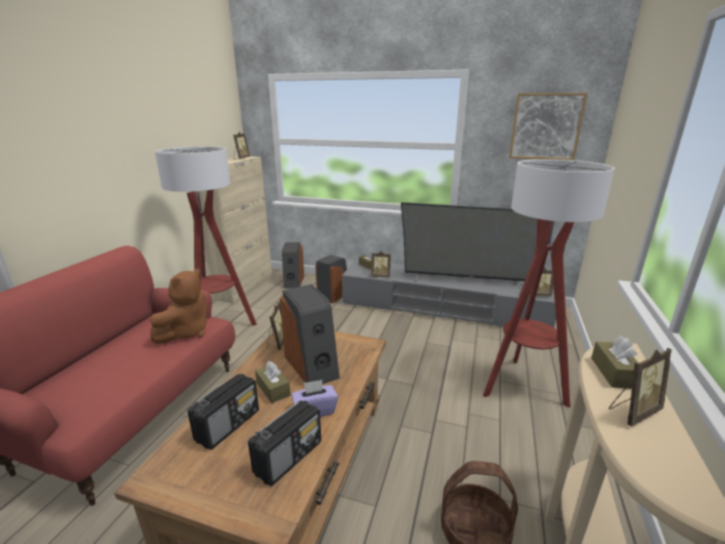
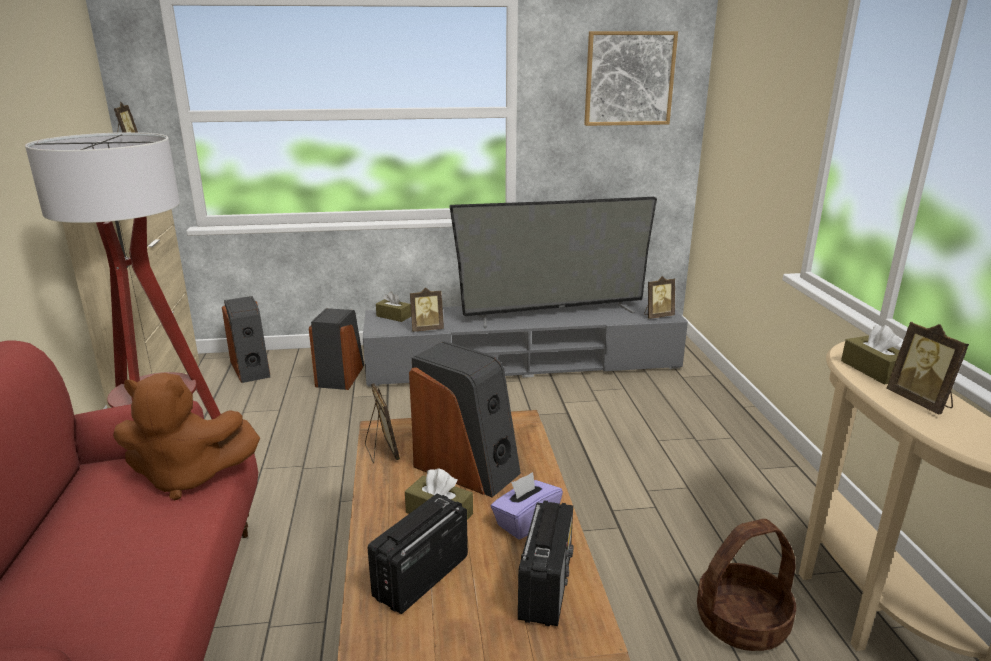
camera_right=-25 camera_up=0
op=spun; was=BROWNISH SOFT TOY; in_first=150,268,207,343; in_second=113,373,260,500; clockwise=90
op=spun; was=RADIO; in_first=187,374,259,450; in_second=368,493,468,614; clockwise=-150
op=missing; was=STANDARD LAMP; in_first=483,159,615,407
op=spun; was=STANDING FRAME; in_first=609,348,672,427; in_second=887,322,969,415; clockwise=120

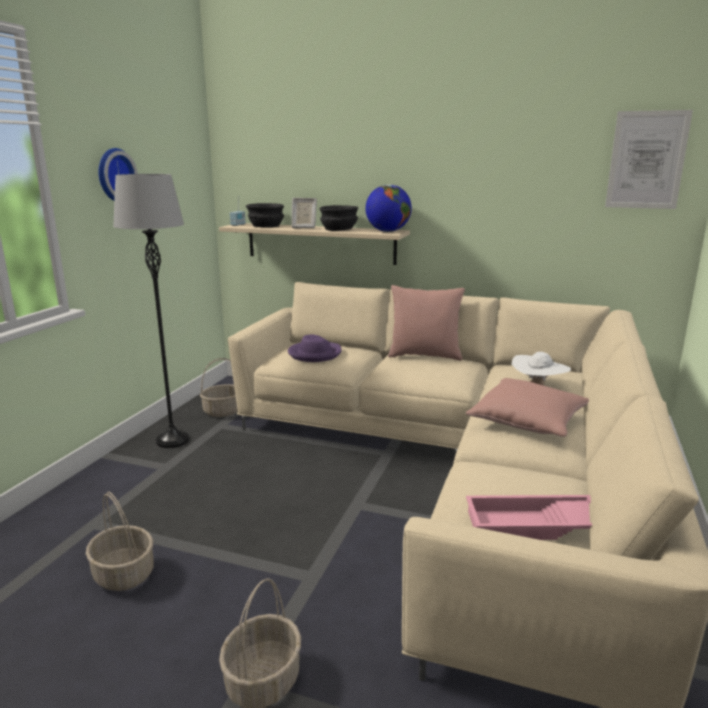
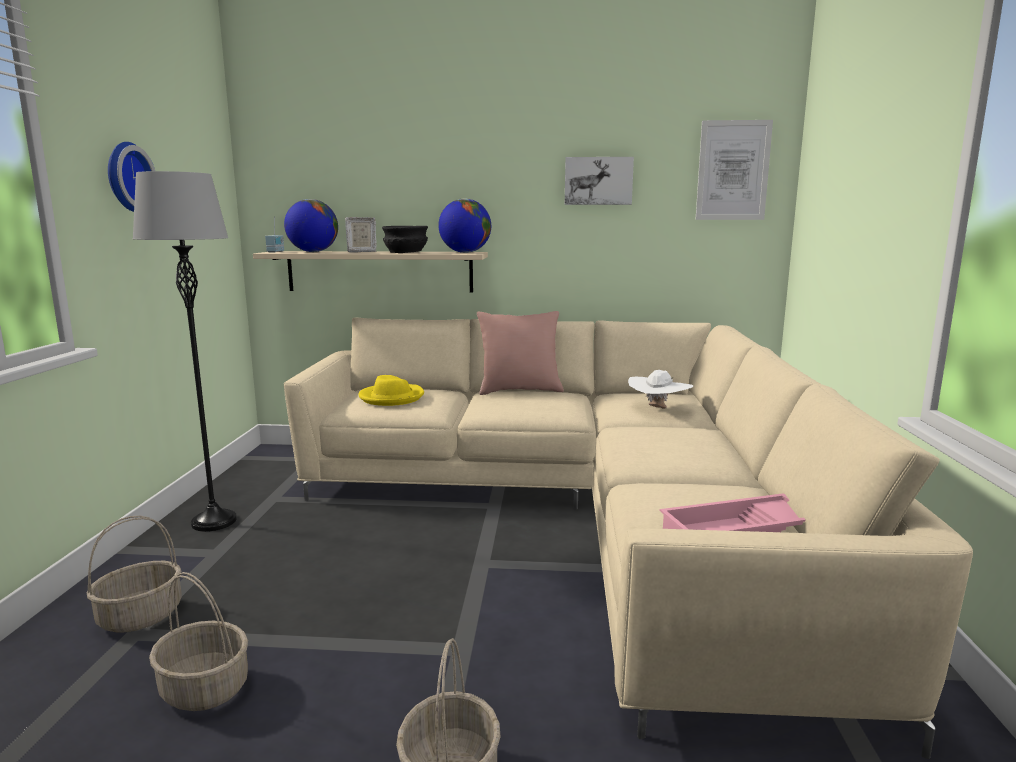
camera_right=-15 camera_up=-5
op=relocated; was=HOUSEHOLD BASKET; in_first=200,358,238,417; in_second=87,516,181,633
op=exchanged; was=BLACKISH BOWL; now=GLOBE; in_first=246,203,284,228; in_second=284,199,338,252
op=colour; was=PURPLE CLOTHING HAT; now=YELLOW-COLOURED CLOTHING HAT; in_first=288,334,342,362; in_second=358,375,424,406
op=missing; was=PINKISH PILLOW; in_first=466,378,589,437
op=appeared; now=WALL PICTURE; in_second=565,157,634,205

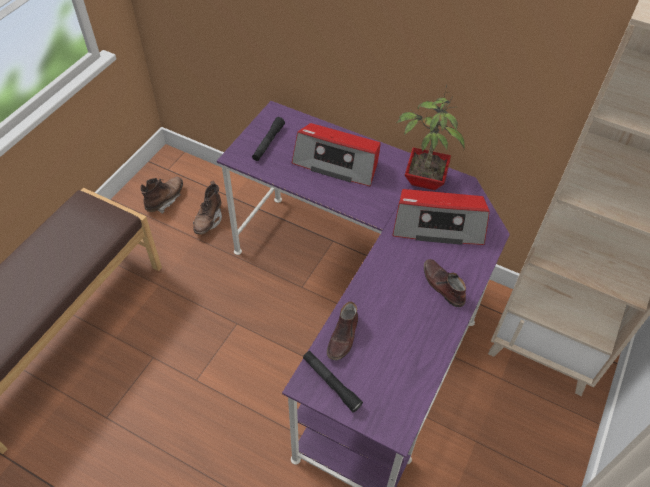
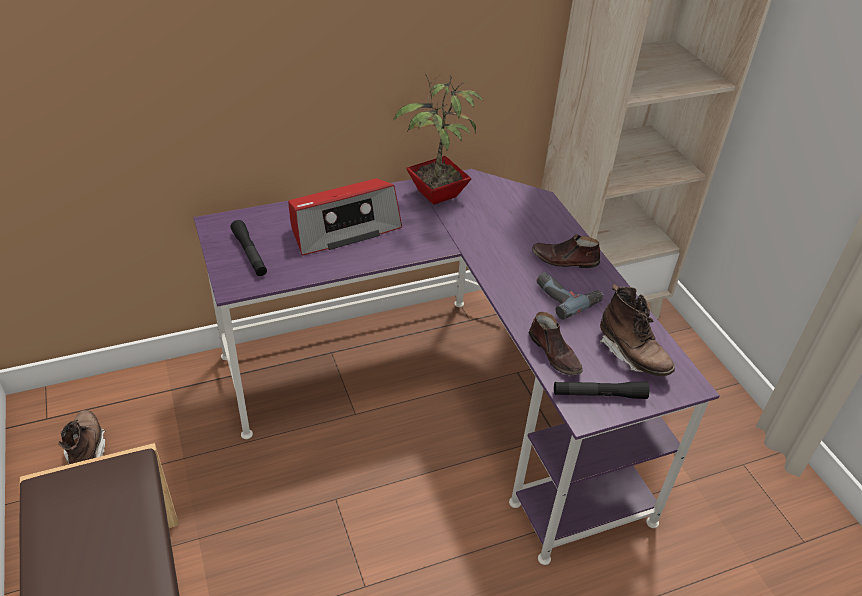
camera_right=-50 camera_up=-10
op=relocated; was=BROWNISH TALL BOOT; in_first=193,181,222,235; in_second=598,284,675,376
op=missing; was=RADIO; in_first=392,189,490,245
op=appeared; now=DRILL; in_second=537,272,603,320

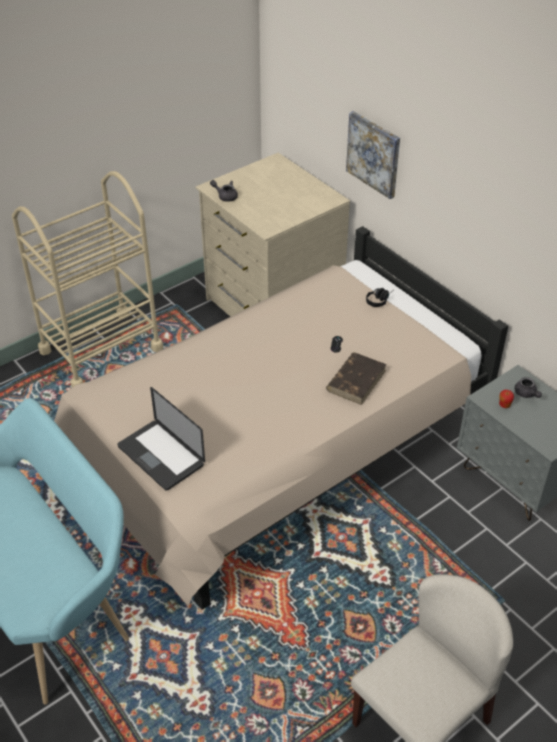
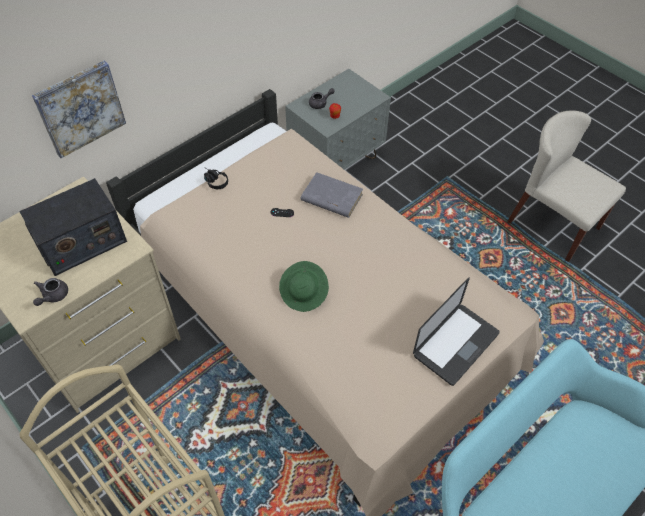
camera_right=-95 camera_up=10
op=colour; was=BROWNISH VOLUME; now=GRAY VOLUME; in_first=326,352,387,405; in_second=301,172,363,218
op=appeared; now=RADIO; in_second=19,178,127,276
op=appeared; now=GREEN CLOTHING HAT; in_second=279,261,329,312

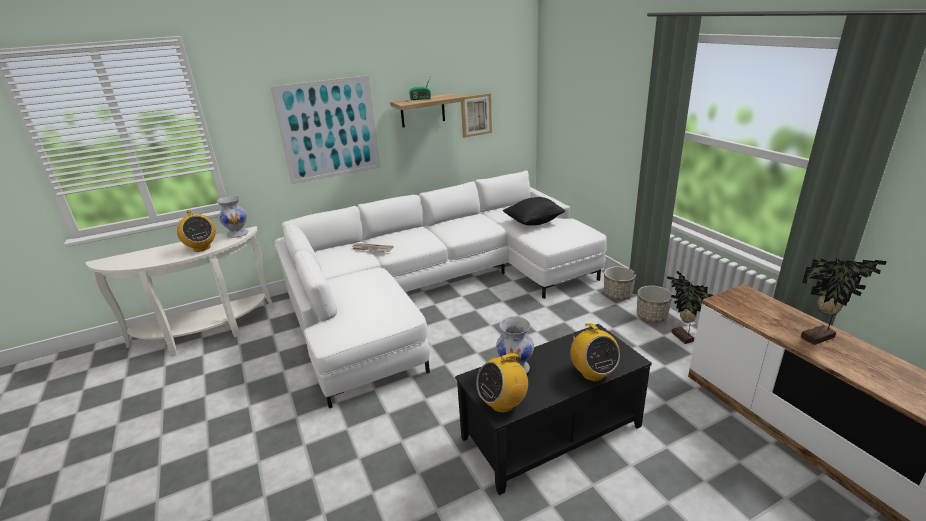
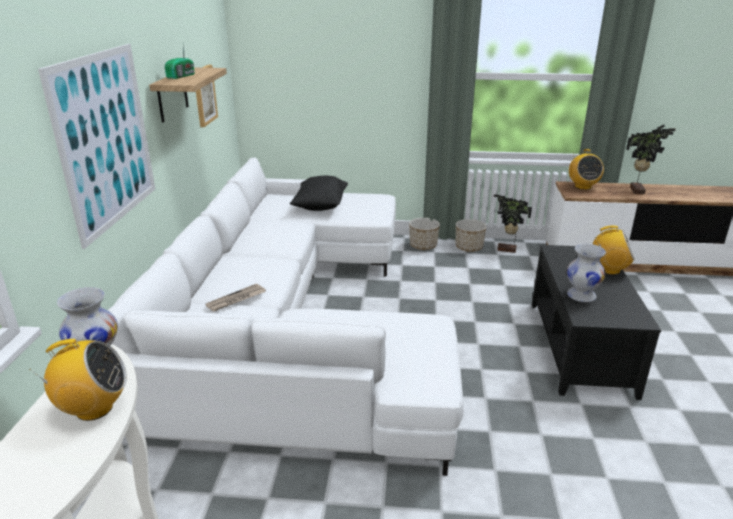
camera_right=-60 camera_up=0
op=relocated; was=RADIO; in_first=476,349,528,413; in_second=569,149,604,190

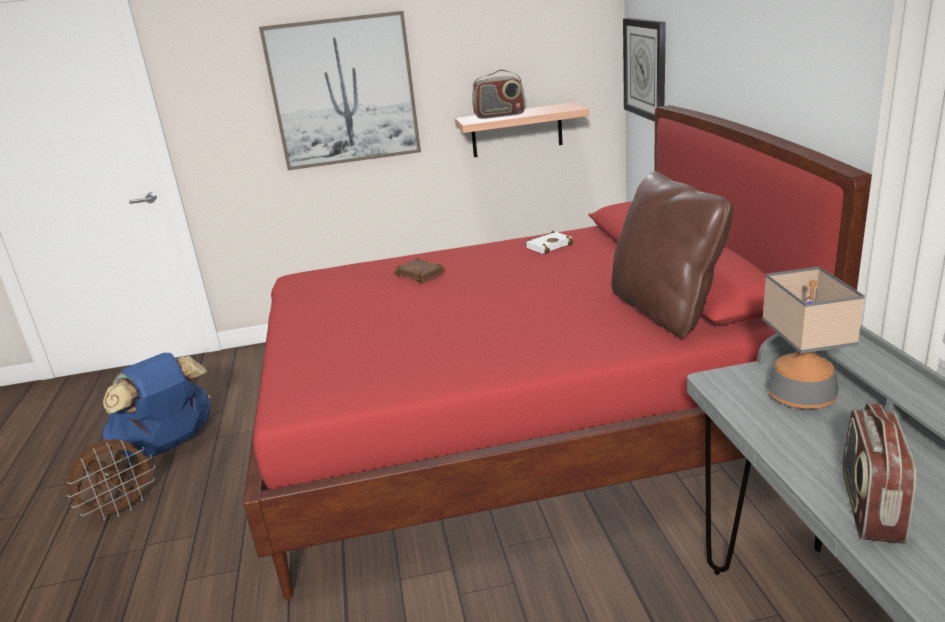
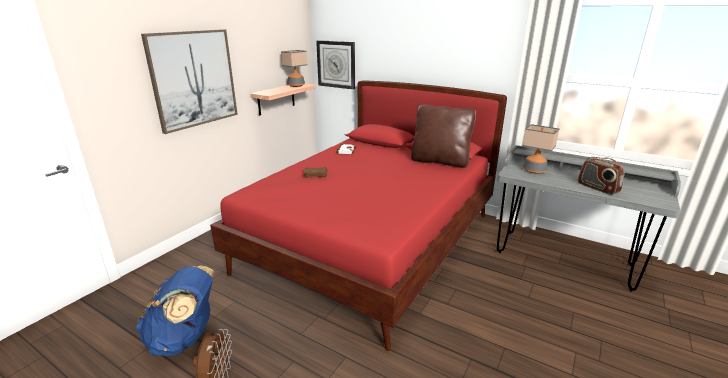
camera_right=-50 camera_up=0
op=missing; was=RADIO; in_first=473,70,525,119
op=appeared; now=TABLETOP LAMP; in_second=281,50,308,87

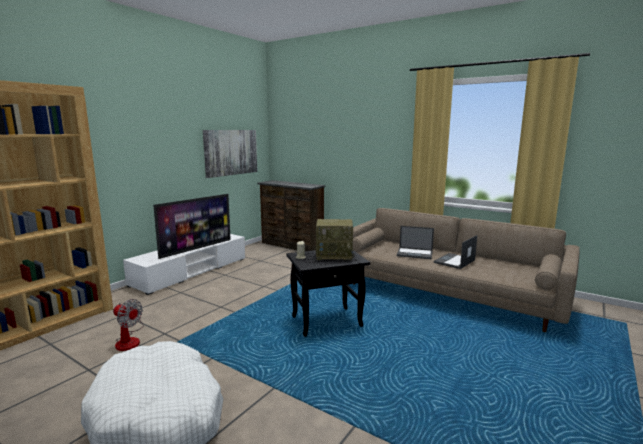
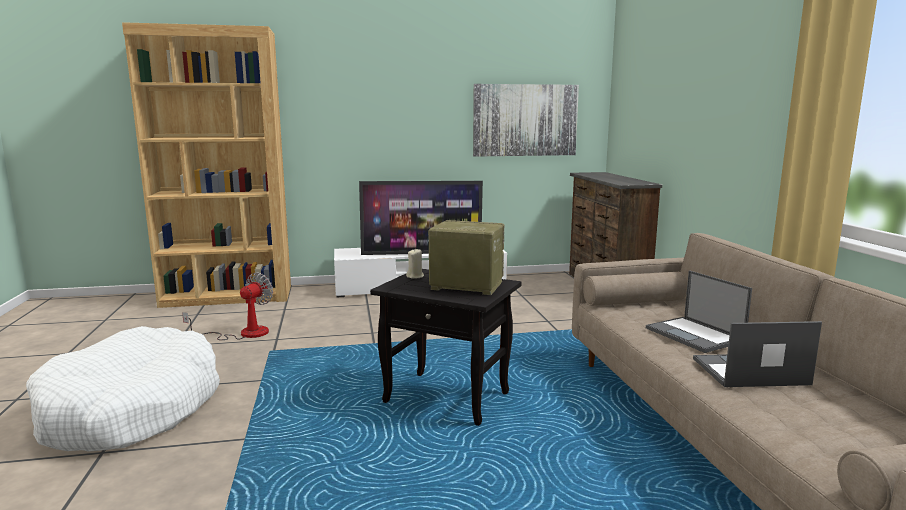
camera_right=45 camera_up=0
op=spun; was=FAN; in_first=113,299,144,351; in_second=182,272,273,340; clockwise=-135
op=spun; was=RADIO; in_first=316,219,355,261; in_second=428,220,504,295; clockwise=150

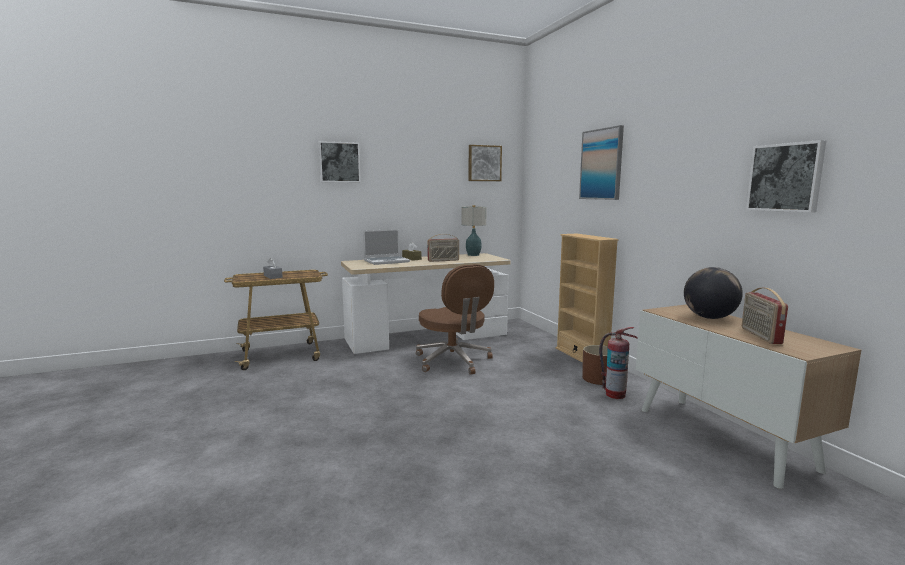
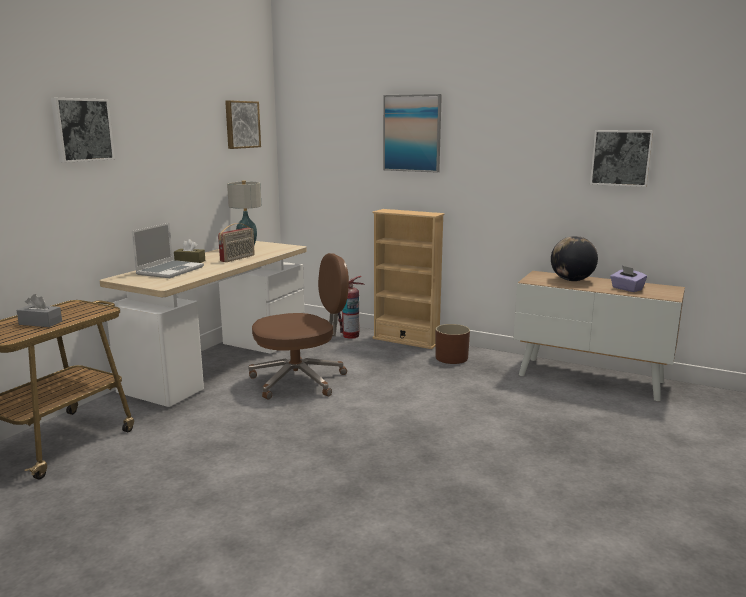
camera_right=-40 camera_up=5
op=spun; was=BROWNISH COMPUTER CHAIR; in_first=416,264,494,374; in_second=248,253,349,399; clockwise=-45
op=relocated; was=EXTINGUISHER; in_first=599,327,638,399; in_second=338,276,365,339
op=exchanged; was=RADIO; now=PURPLE TISSUE HOLDER; in_first=742,288,788,344; in_second=610,266,647,292

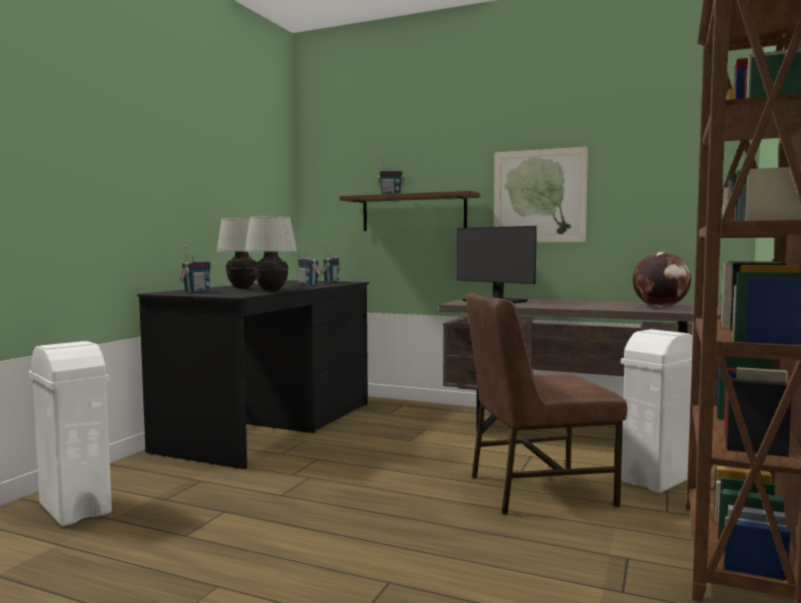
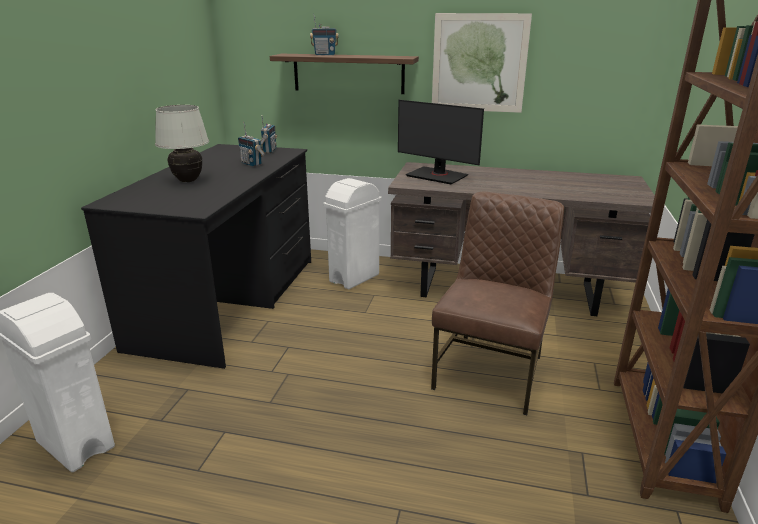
camera_right=-10 camera_up=20
op=missing; was=RADIO; in_first=179,245,210,293
op=missing; was=WHITE TABLETOP LAMP; in_first=244,216,297,291
op=spun; was=BROWNISH UPRIGHT CHAIR; in_first=466,293,627,514; in_second=431,192,564,415; clockwise=135
op=relocated; was=WHITE TRASH CAN; in_first=621,329,693,493; in_second=323,178,382,289
op=missing; was=GLOBE; in_first=632,252,691,307

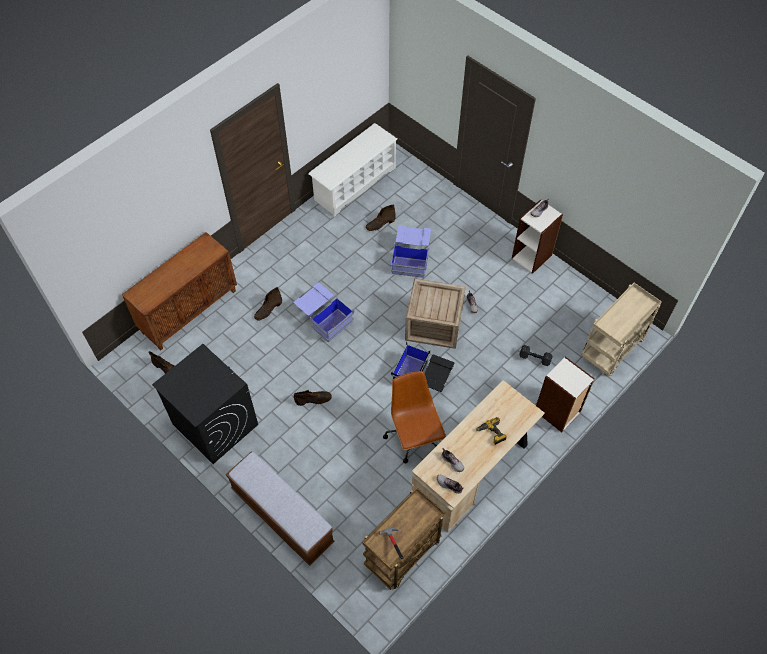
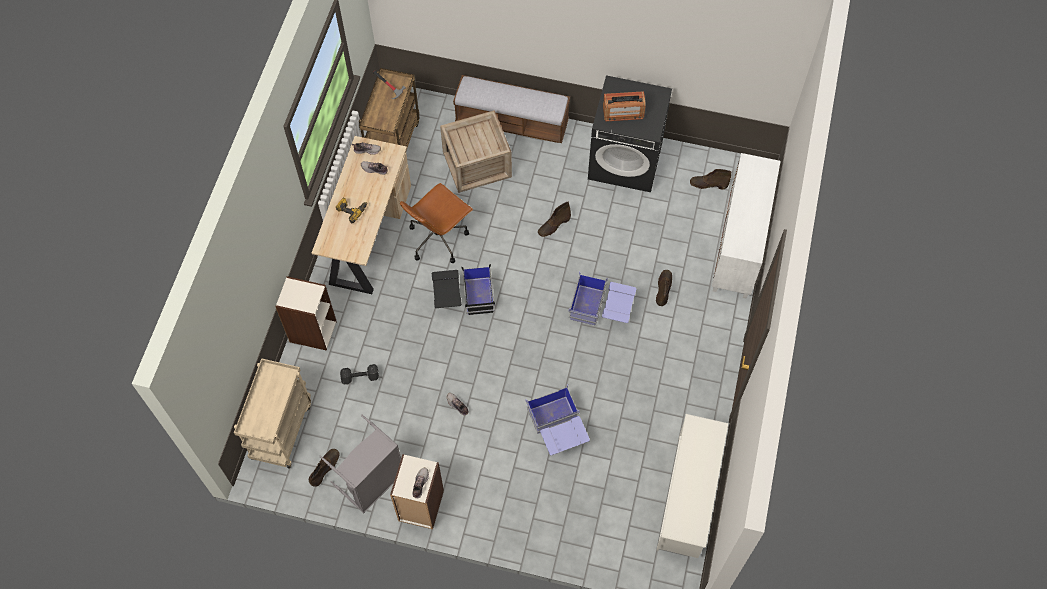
camera_right=150 camera_up=5
op=colour; was=BROWNISH CABINET; now=WHITE CABINET; in_first=122,232,237,350; in_second=712,153,781,299
op=relocated; was=BROWNISH TALL BOOT; in_first=366,205,396,231; in_second=309,449,340,487
op=spun; was=BROWNISH COMPUTER CHAIR; in_first=383,371,446,463; in_second=400,183,473,263; clockwise=90
op=relocated; was=PACKING CRATE; in_first=405,278,466,349; in_second=440,110,512,193
op=appeared; now=GRAY WASHING BASKET; in_second=319,415,401,513
op=appeared; now=RADIO; in_second=603,91,646,121

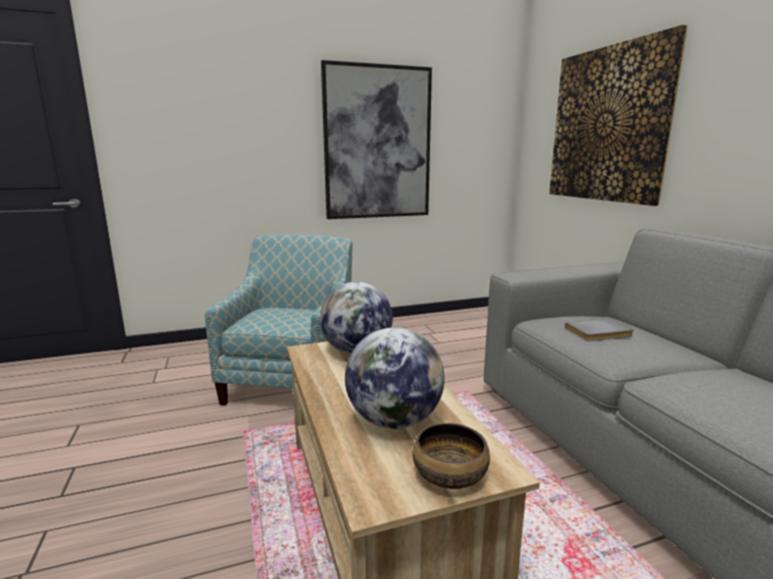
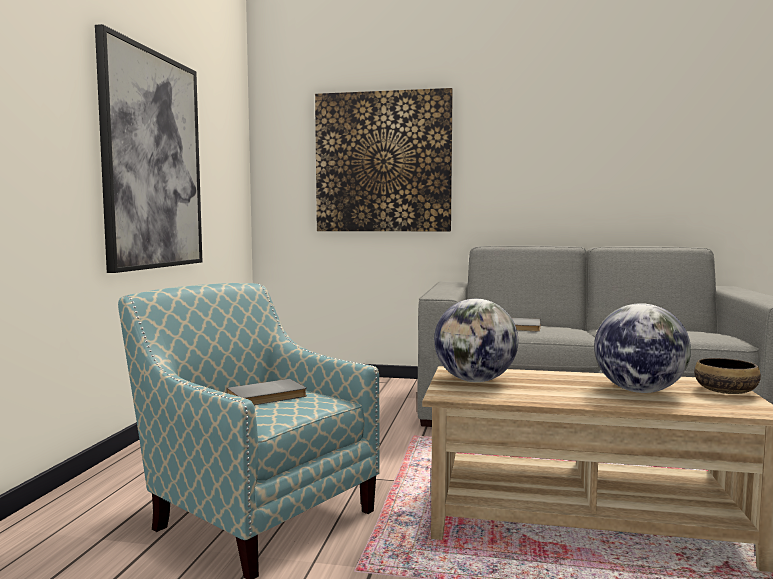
camera_right=-60 camera_up=-10
op=appeared; now=GRAY VOLUME; in_second=226,379,307,405

